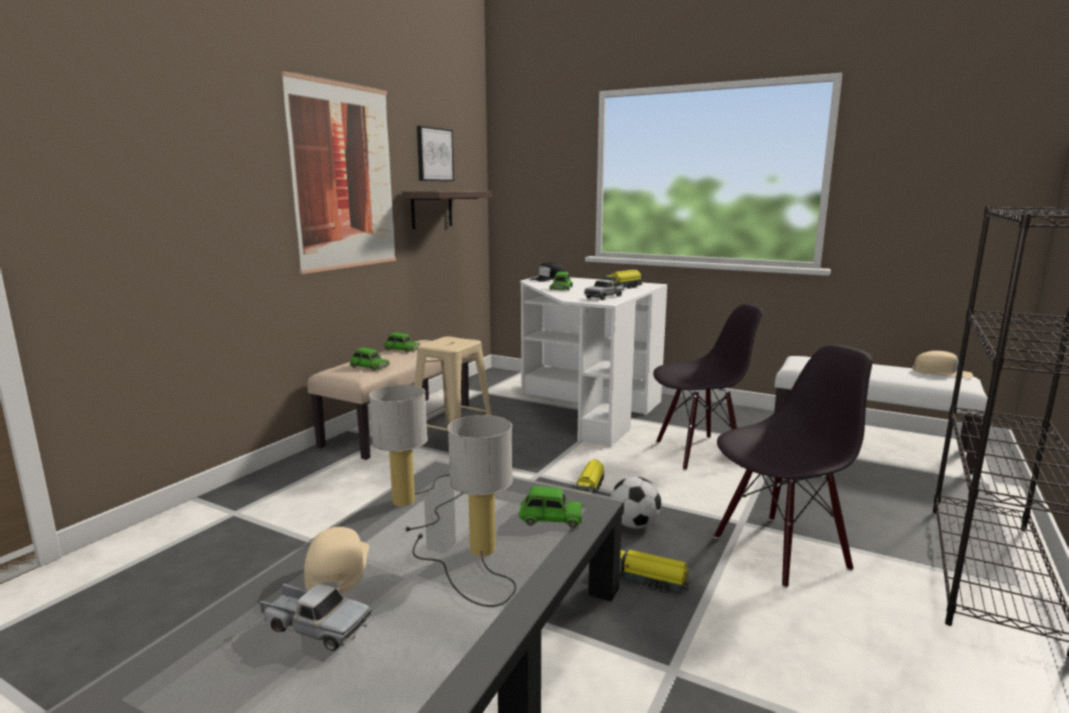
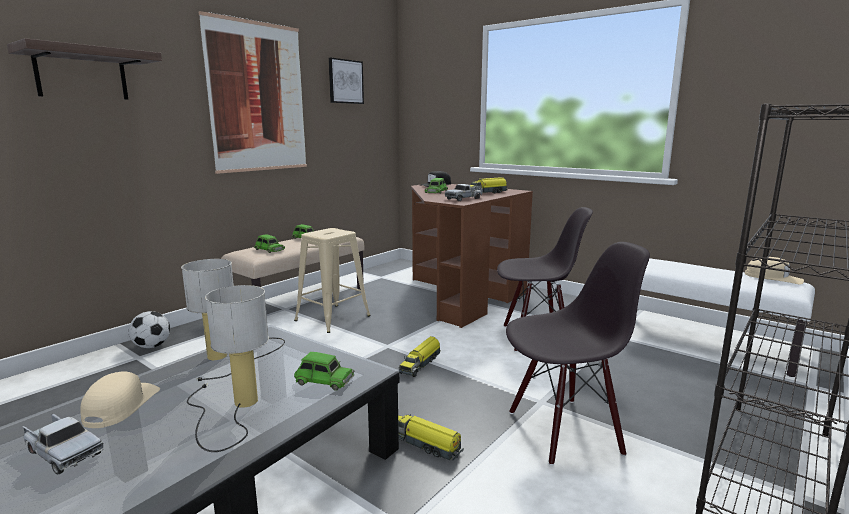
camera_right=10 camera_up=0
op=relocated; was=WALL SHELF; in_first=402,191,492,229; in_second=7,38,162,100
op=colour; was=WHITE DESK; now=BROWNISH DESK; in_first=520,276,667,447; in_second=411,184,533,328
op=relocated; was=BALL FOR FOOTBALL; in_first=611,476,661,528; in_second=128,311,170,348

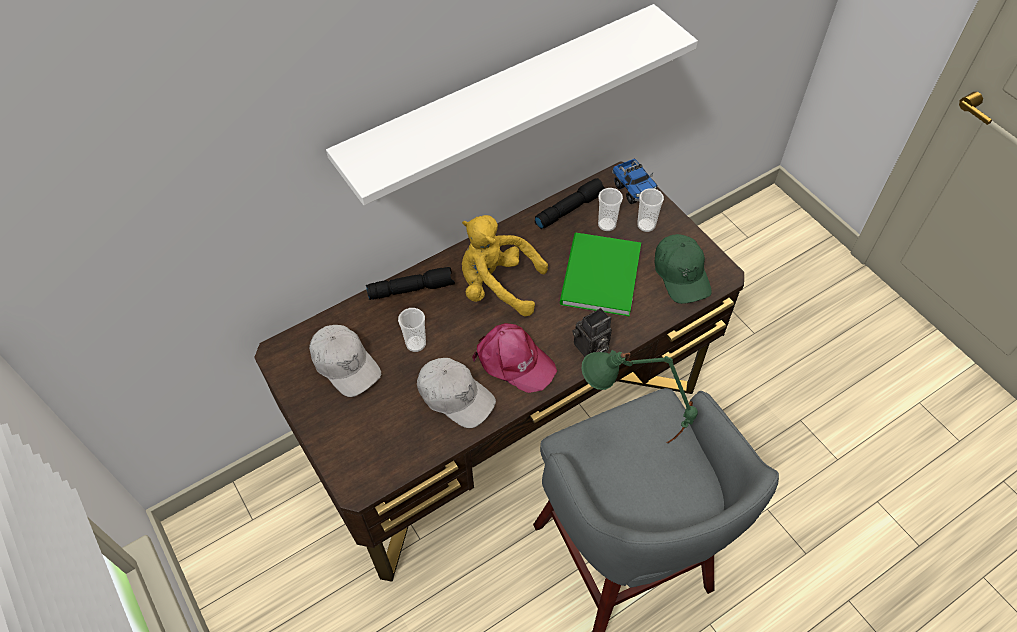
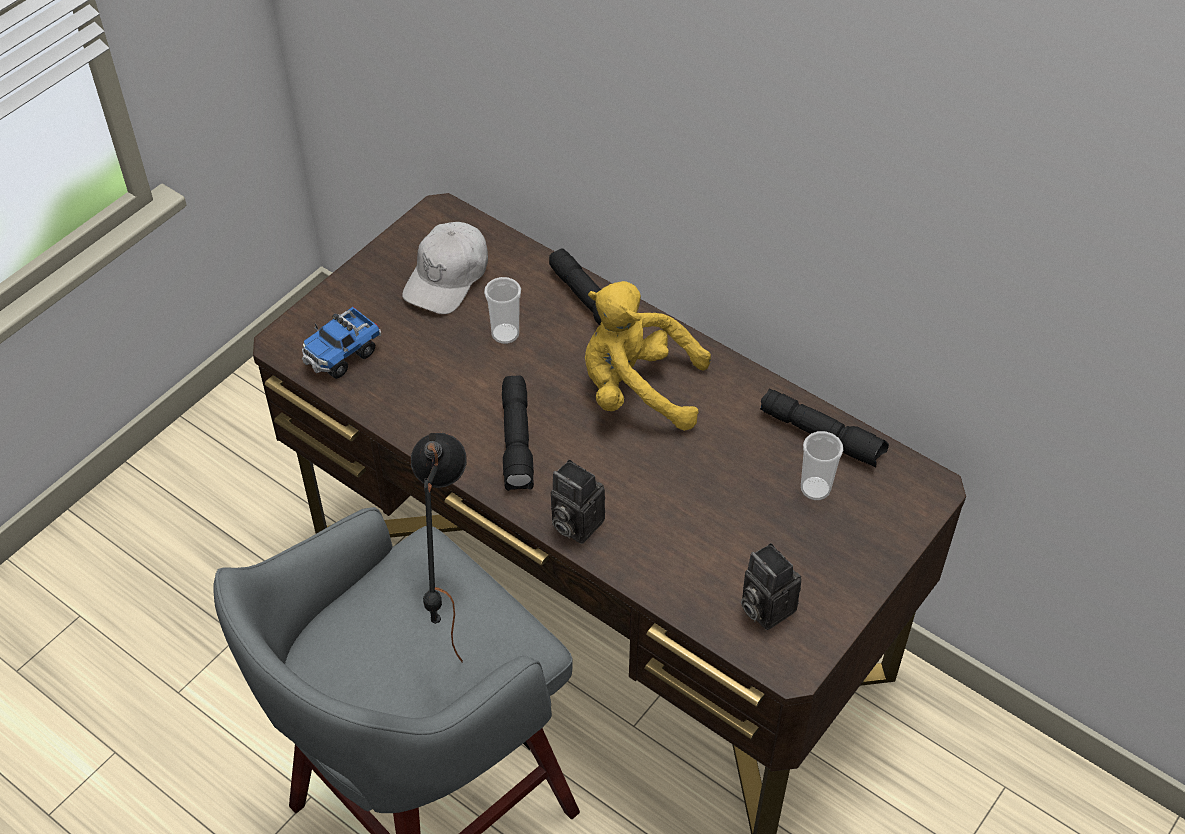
camera_right=70 camera_up=-5
op=missing; was=WHITE WALL SHELF; in_first=326,4,698,205
op=missing; was=WHITE BASEBALL CAP; in_first=417,358,496,428
op=spun; was=YELLOW-COLOURED SOFT TOY; in_first=462,215,548,317; in_second=585,281,711,431; clockwise=-75
op=exchanged; was=PINKISH BASEBALL CAP; now=BLACKISH HAND TORCH; in_first=472,323,557,393; in_second=502,375,534,491
op=missing; was=GREEN VOLUME; in_first=560,233,641,316
op=colour; was=GREEN TABLETOP LAMP; now=BLACKISH TABLETOP LAMP; in_first=582,350,698,444; in_second=411,433,467,662
op=relocated; was=TOY LORRY; in_first=612,159,657,204; in_second=302,307,381,379
op=missing; was=CUP; in_first=637,188,664,232
op=exchanged; was=GREEN BASEBALL CAP; now=PHOTO CAMERA; in_first=655,234,712,304; in_second=741,543,801,630

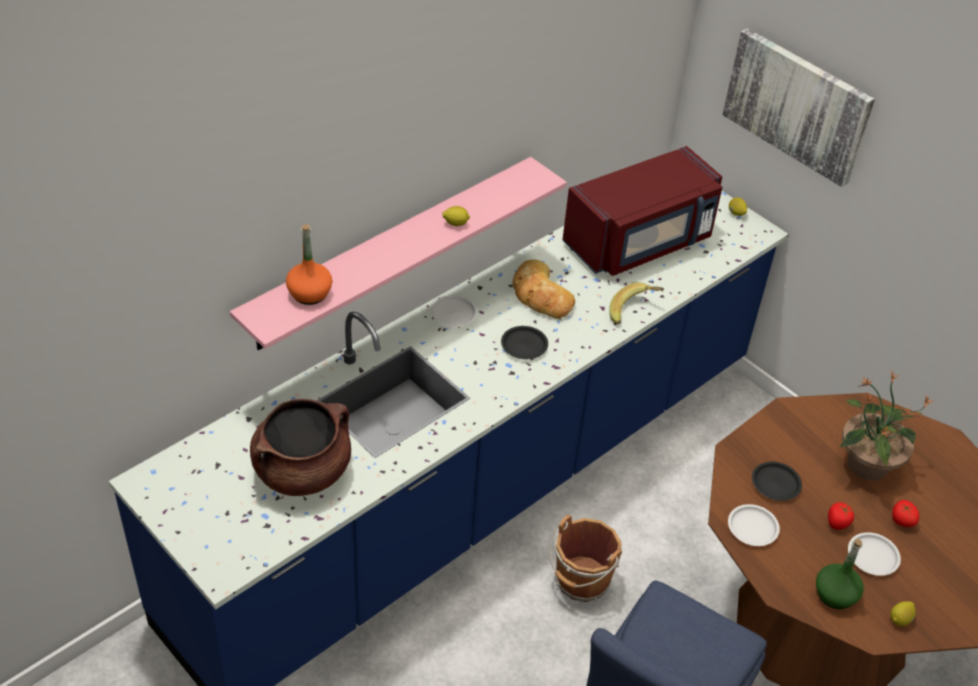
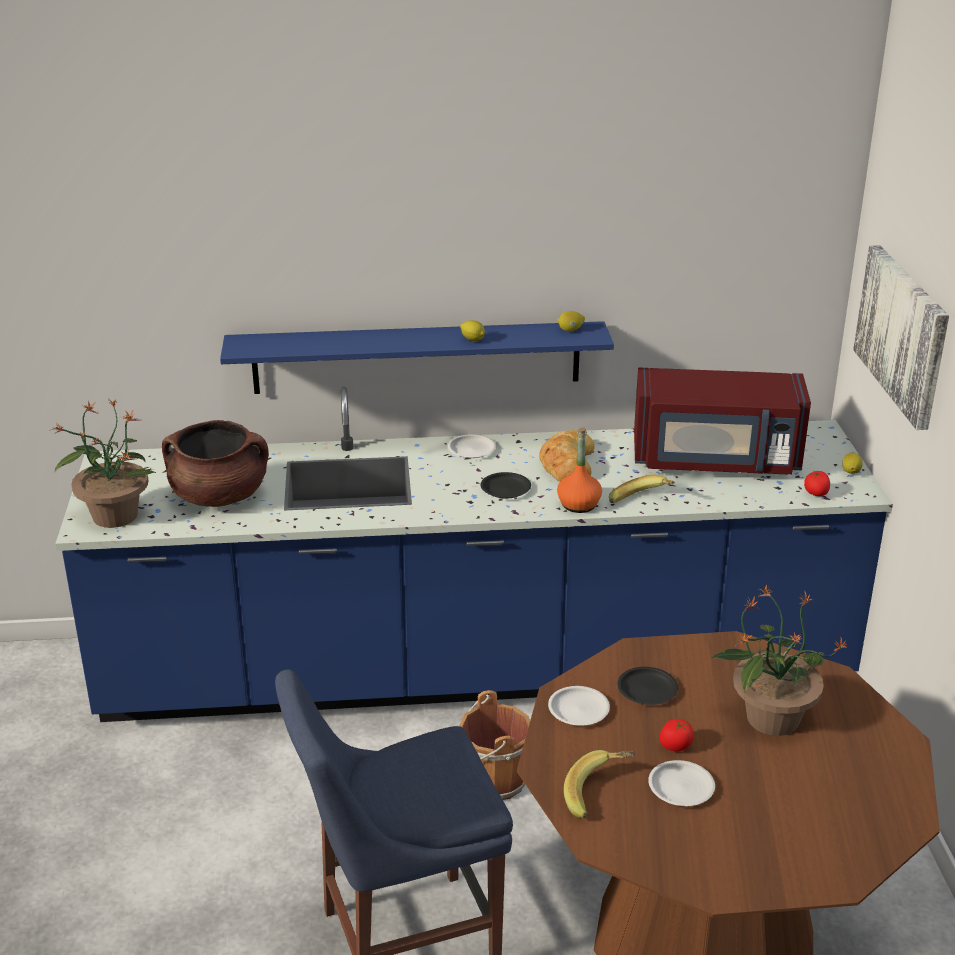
camera_right=40 camera_up=-15
op=colour; was=PINKISH WALL SHELF; now=BLUE WALL SHELF; in_first=230,157,567,350; in_second=220,321,614,394
op=relocated; was=ORANGE DRINK BOTTLE; in_first=286,224,332,305; in_second=557,428,602,513
op=exchanged; was=GREEN DRINK BOTTLE; now=BANANA; in_first=816,539,864,609; in_second=564,750,635,818
op=relocated; was=LEMON; in_first=890,601,916,626; in_second=557,311,585,331
op=relocated; was=WHOLE TOMATO; in_first=892,500,919,527; in_second=804,471,830,496
op=appeared; now=HOUSEPLANT; in_second=51,399,156,528

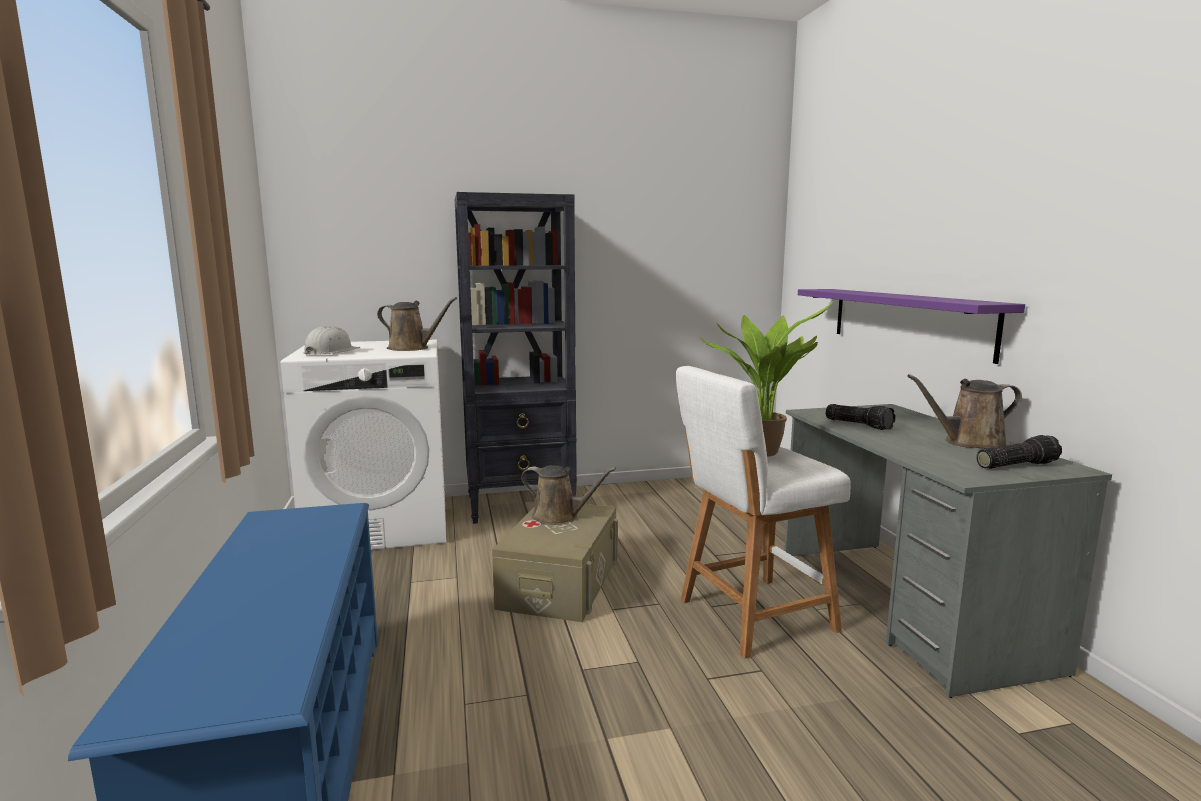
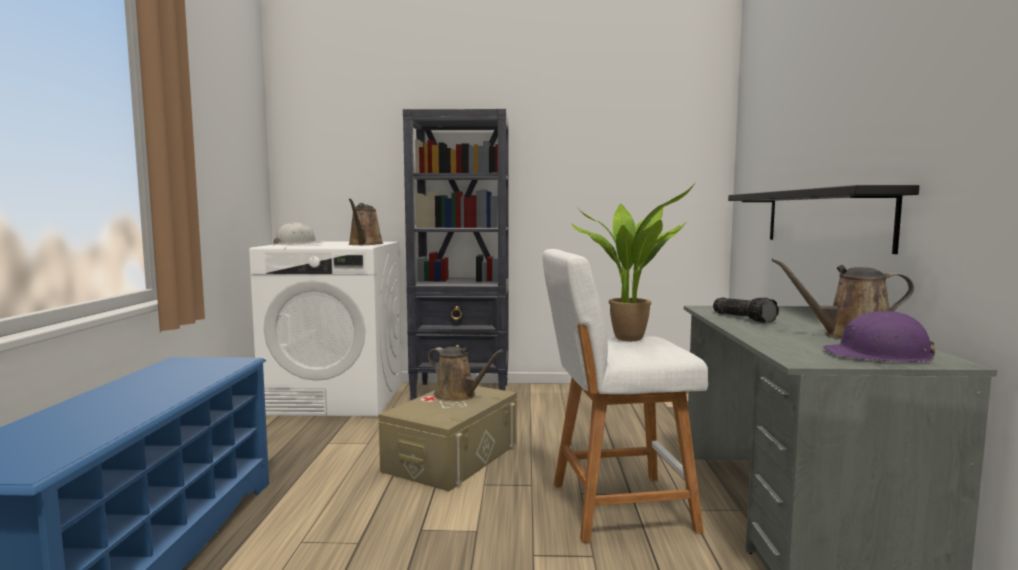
camera_right=15 camera_up=-5
op=spun; was=BROWNISH WATERING POT; in_first=377,297,457,351; in_second=348,199,384,245; clockwise=60
op=colour; was=PURPLE WALL SHELF; now=BLACKISH WALL SHELF; in_first=798,289,1025,364; in_second=728,185,919,254
op=exchanged; was=HAND TORCH; now=PURPLE SAFETY HELMET; in_first=976,435,1062,469; in_second=823,311,935,362

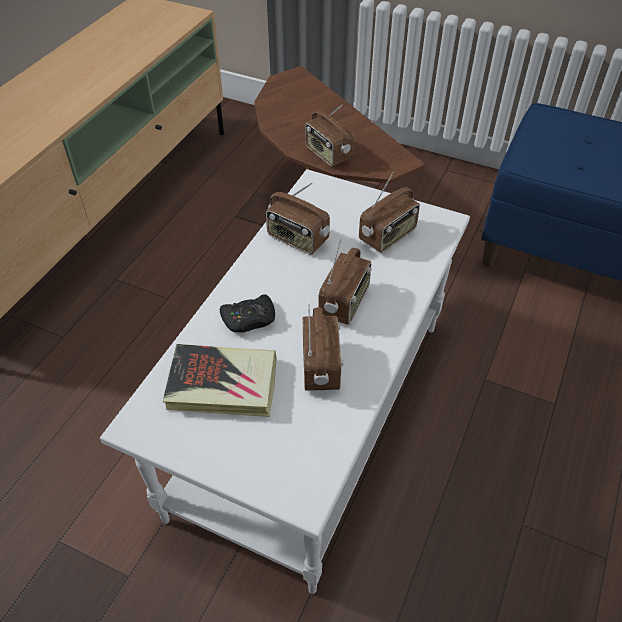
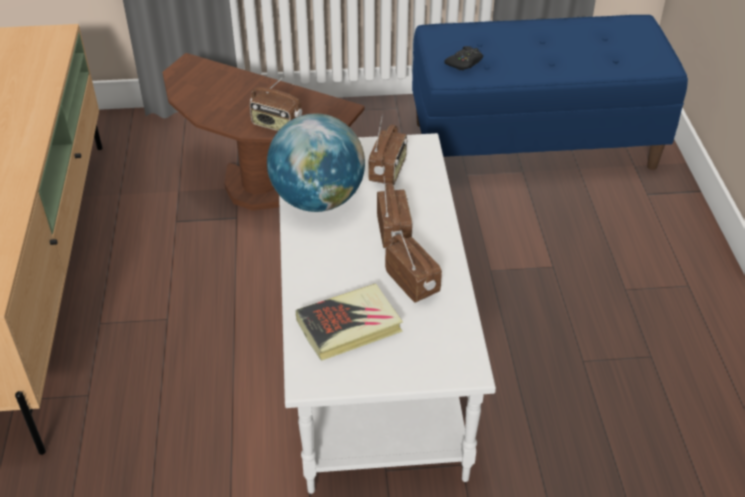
camera_right=-30 camera_up=-5
op=relocated; was=BLACKISH GAME CONTROLLER; in_first=220,294,275,333; in_second=444,46,483,70
op=exchanged; was=RADIO; now=GLOBE; in_first=266,183,330,255; in_second=267,114,365,212

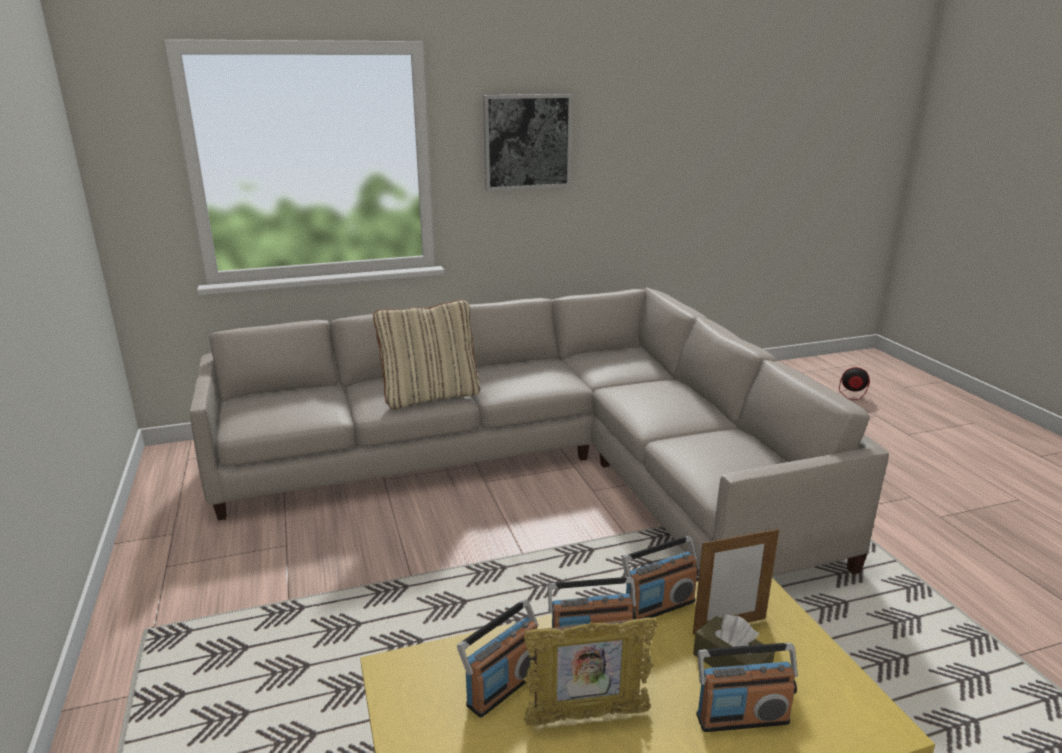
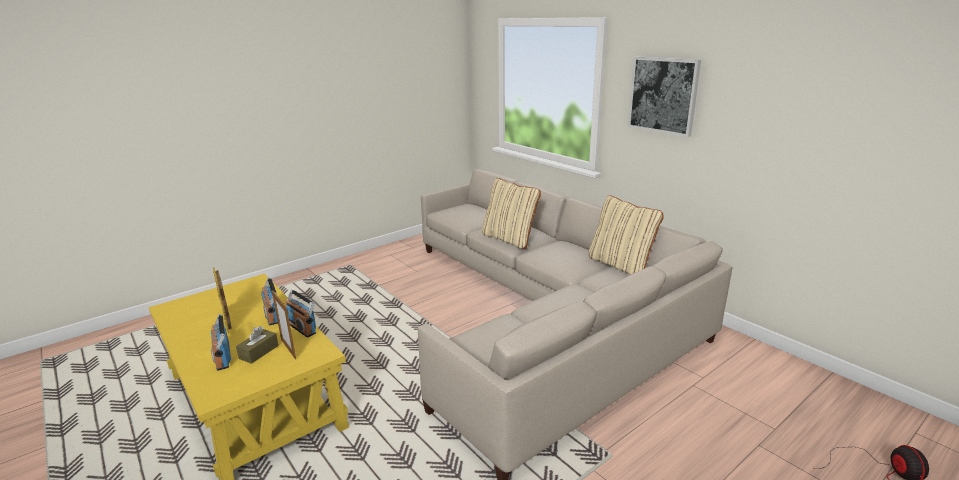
camera_right=70 camera_up=0
op=missing; was=RADIO; in_first=457,600,539,718
op=appeared; now=SAND-COLOURED PILLOW; in_second=588,195,663,275

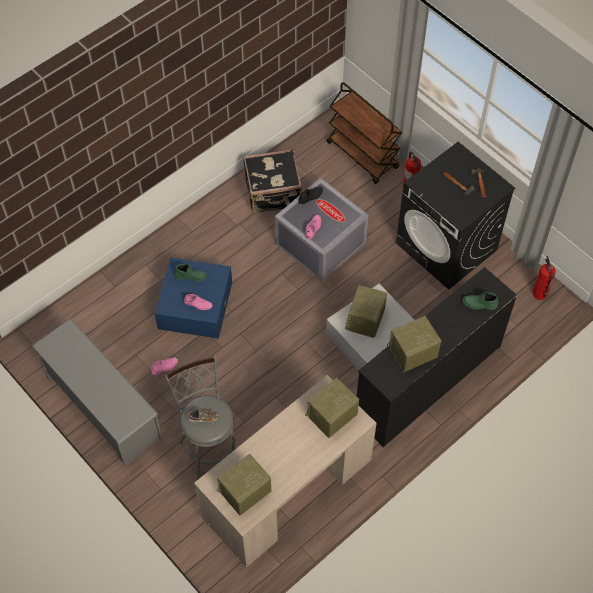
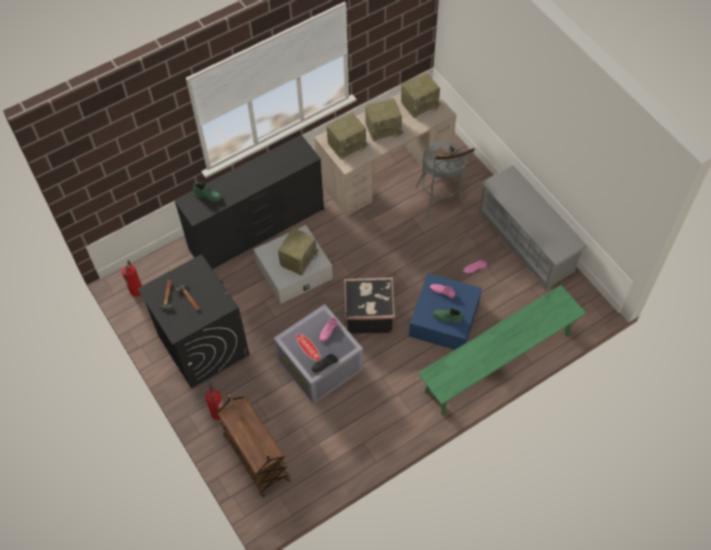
camera_right=-170 camera_up=0
op=relocated; was=BLACKISH PIECE OF LUGGAGE; in_first=243,149,302,213; in_second=344,277,395,334
op=relocated; was=RADIO; in_first=387,316,441,372; in_second=365,98,403,141
op=appeared; now=GREEN LONG SEAT; in_second=418,285,586,415

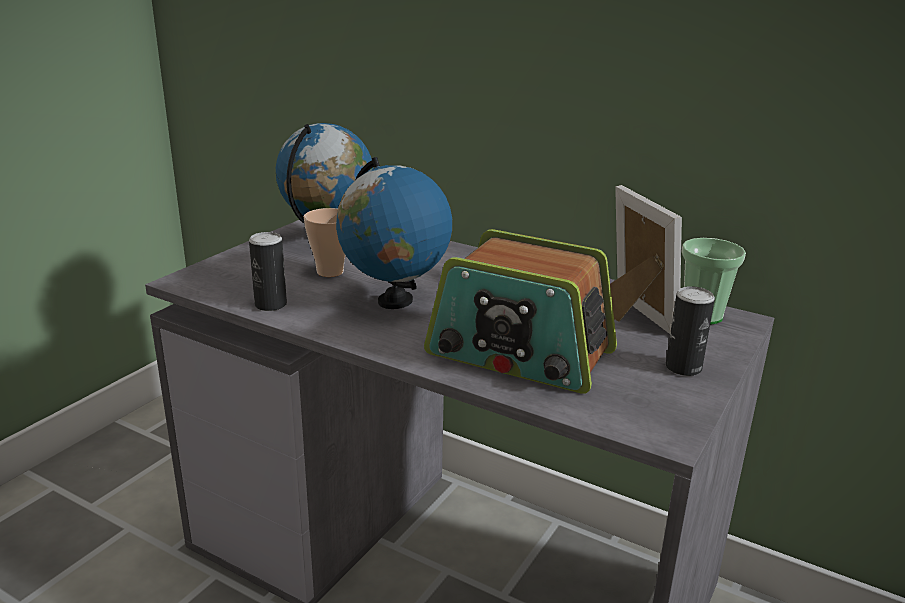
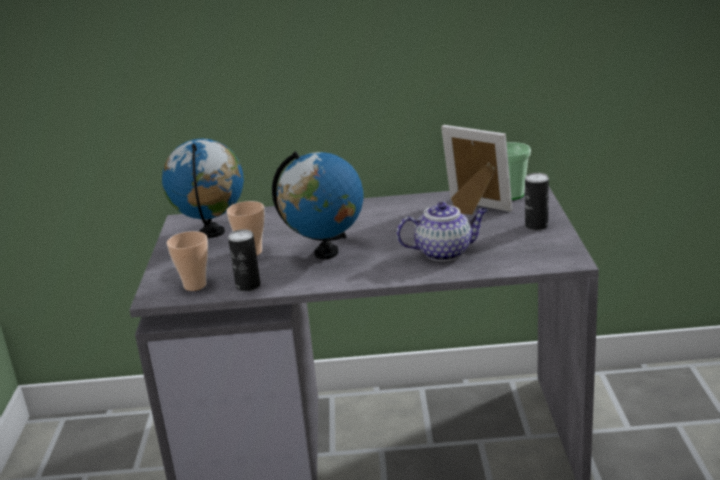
camera_right=-30 camera_up=0
op=exchanged; was=RADIO; now=POT FOR TEA; in_first=424,229,617,393; in_second=397,202,488,261
op=appeared; now=CUP; in_second=167,231,208,291

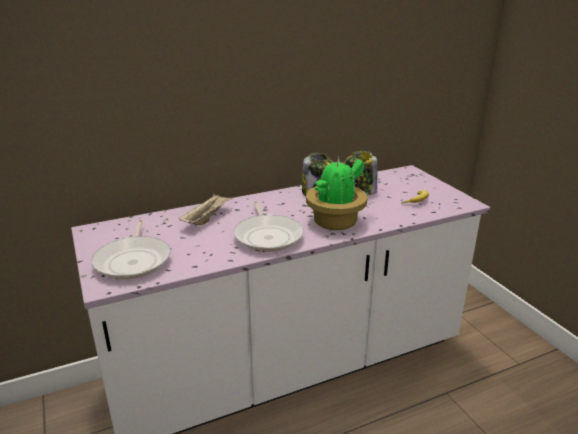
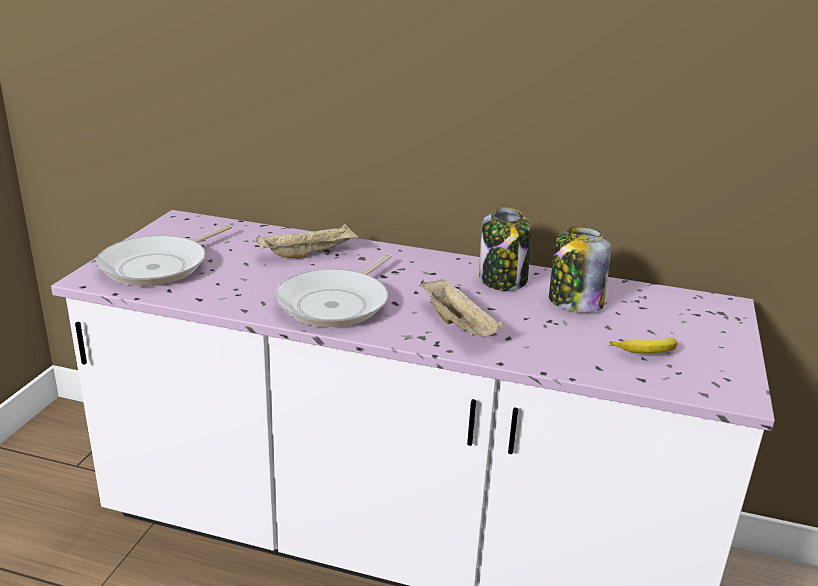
camera_right=40 camera_up=0
op=exchanged; was=HOUSEPLANT; now=SAND-COLOURED SERVING TRAY; in_first=306,150,373,230; in_second=420,278,502,336

